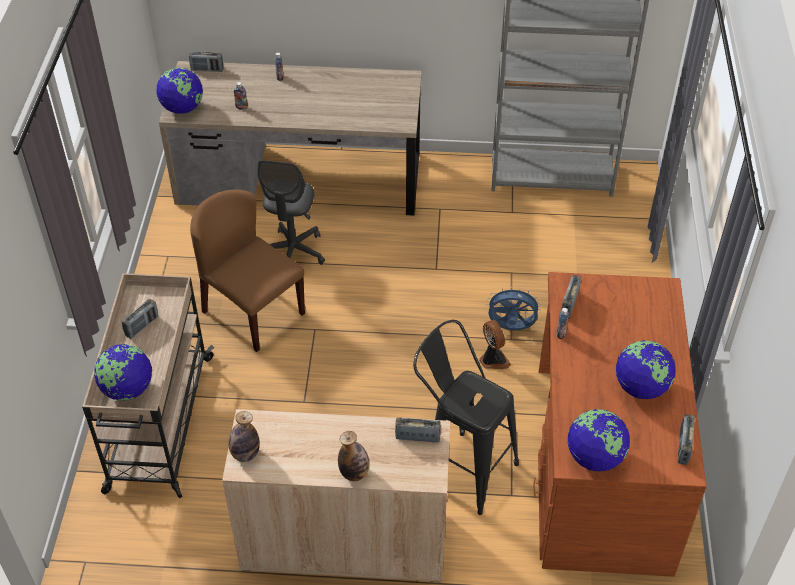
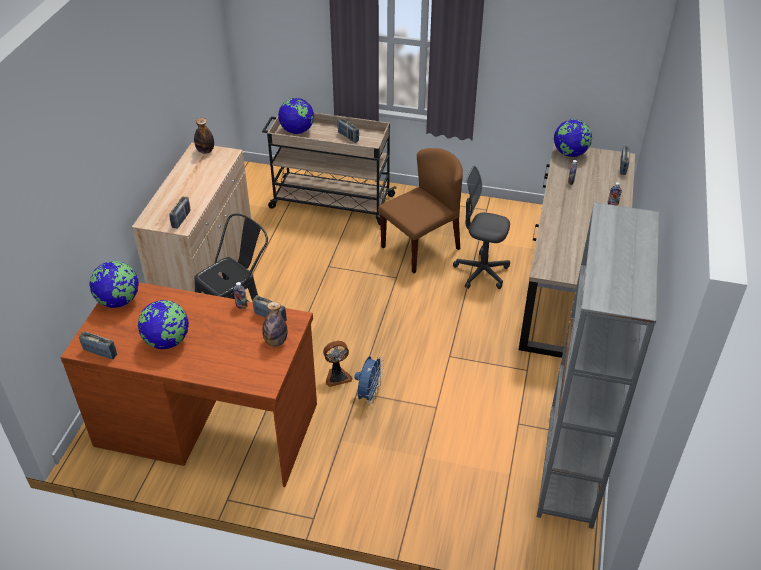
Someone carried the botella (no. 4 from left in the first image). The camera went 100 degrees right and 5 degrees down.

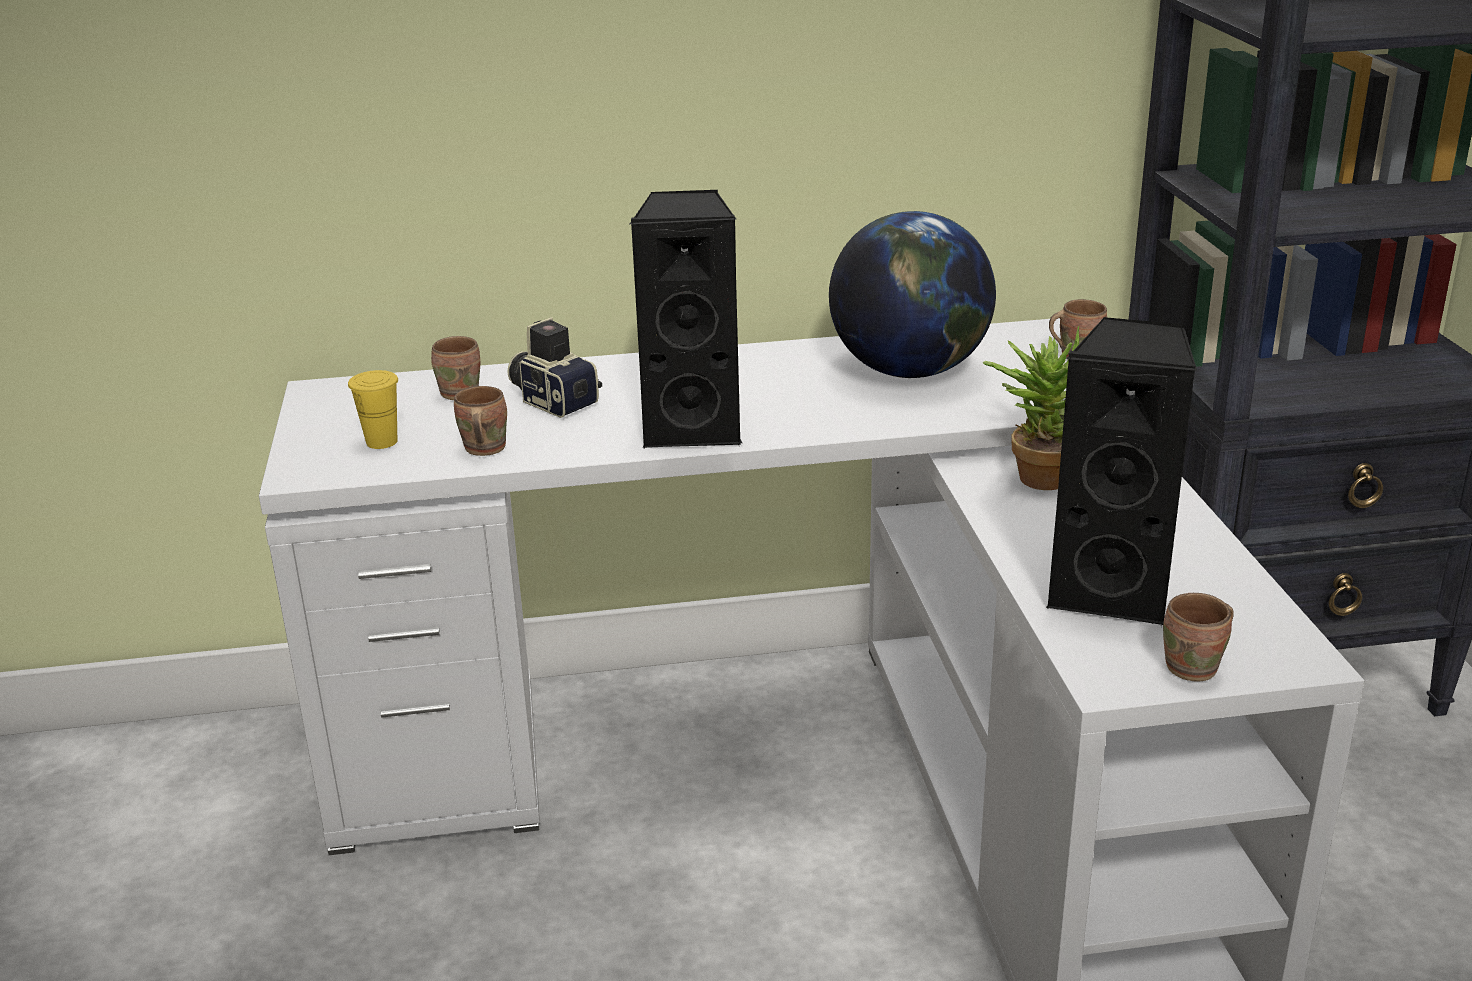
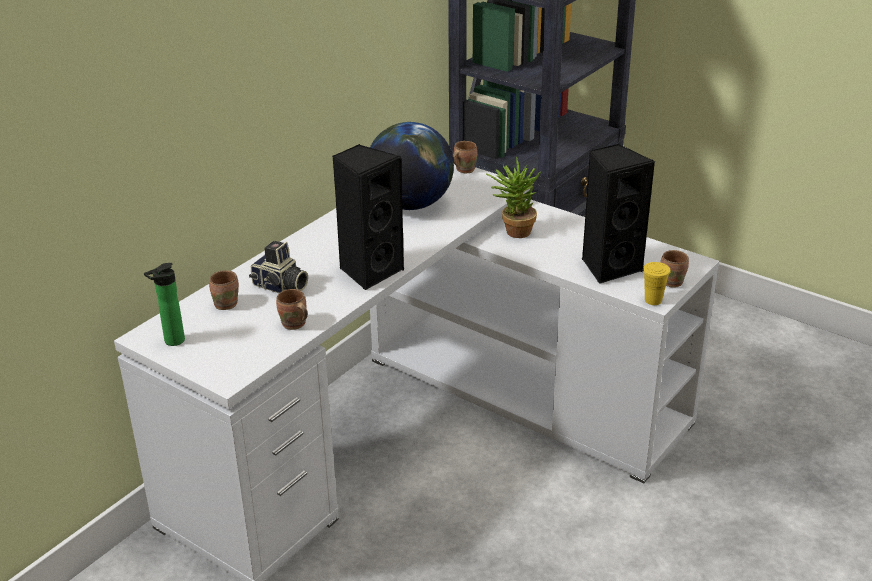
Someone put down the botella. Someone rotated the cámara by 150 degrees counterclockwise. Someone carried the taza [amarillo]. The camera went 45 degrees left and 5 degrees up.

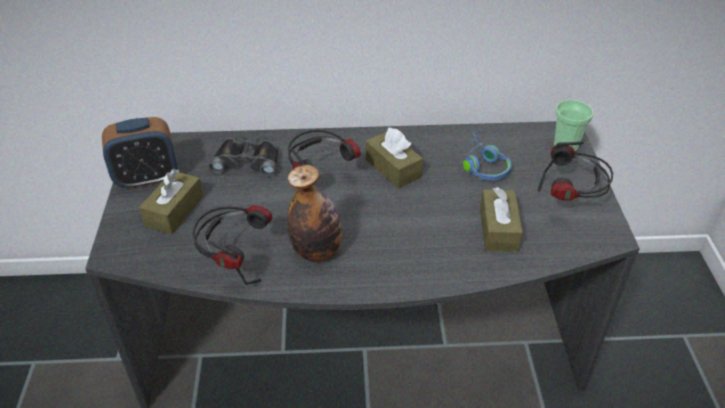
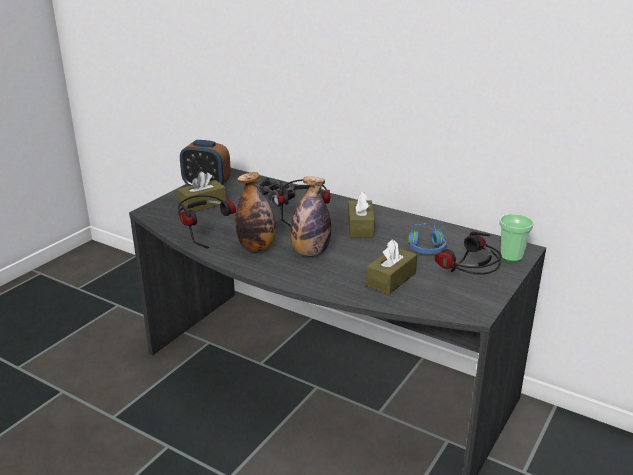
Someone put down the botella (no. 2 from left). The camera went 35 degrees right and 15 degrees down.

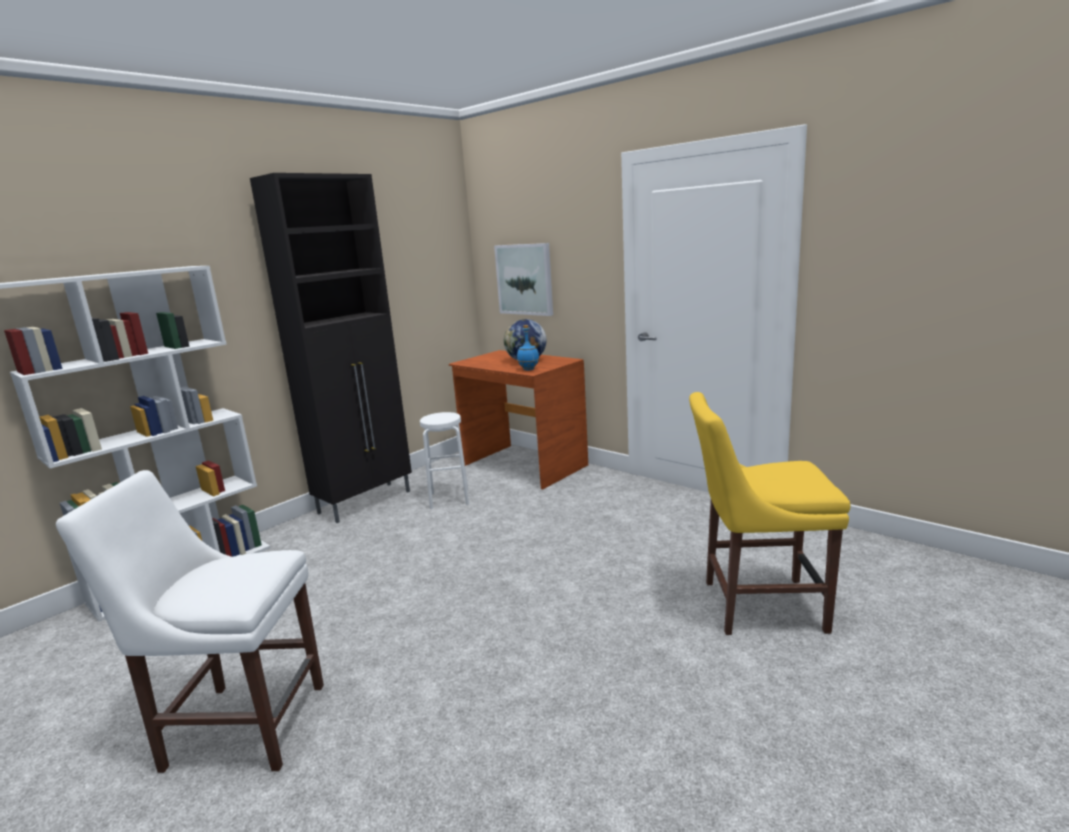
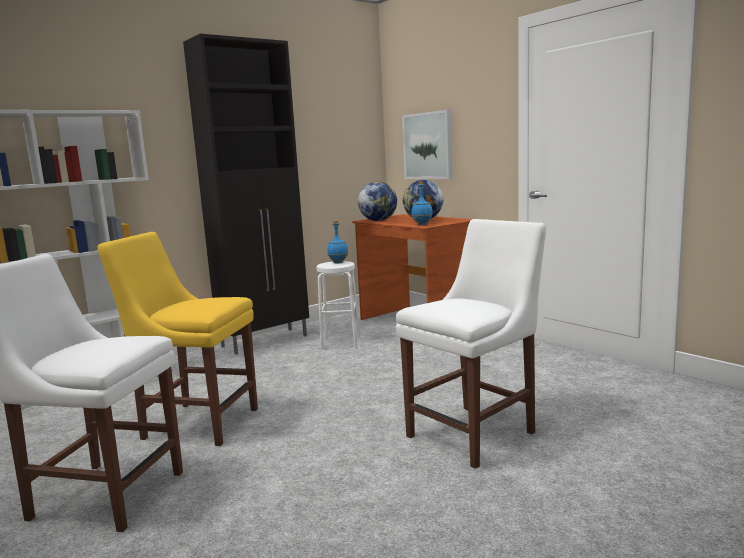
Someone carried the silla [amarillo]. Someone put down the botella [azul] (no. 1 from left). Someone put down the globo terráqueo (no. 1 from left). Someone put down the silla [blanco] (no. 2 from left). The camera went 10 degrees right and 5 degrees down.

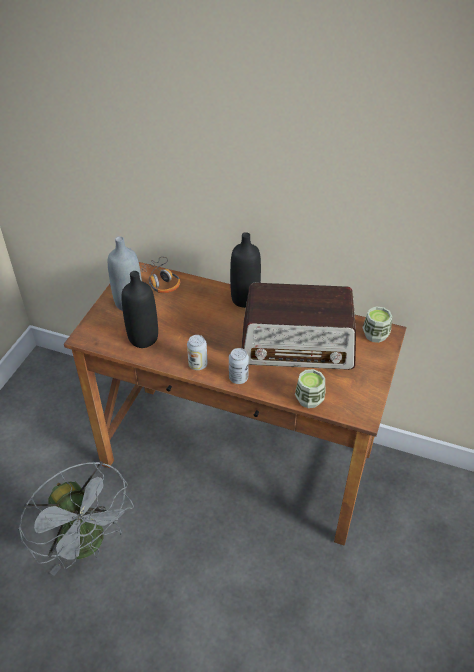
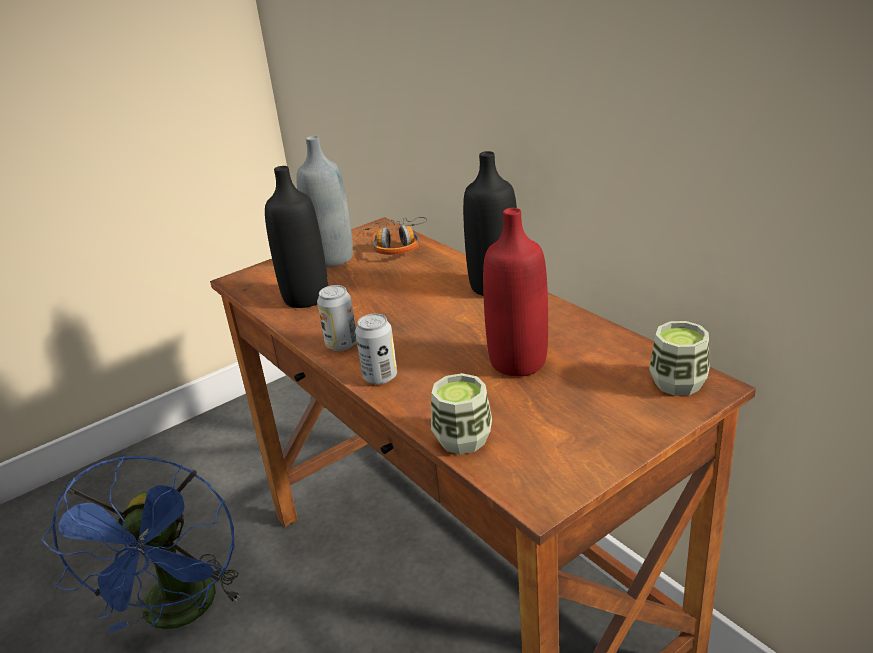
Someone repainted the ventilador [gris], which became the ventilador [azul]. Someone swapped the radio for the botella [rojo]. The camera went 35 degrees right and 15 degrees down.

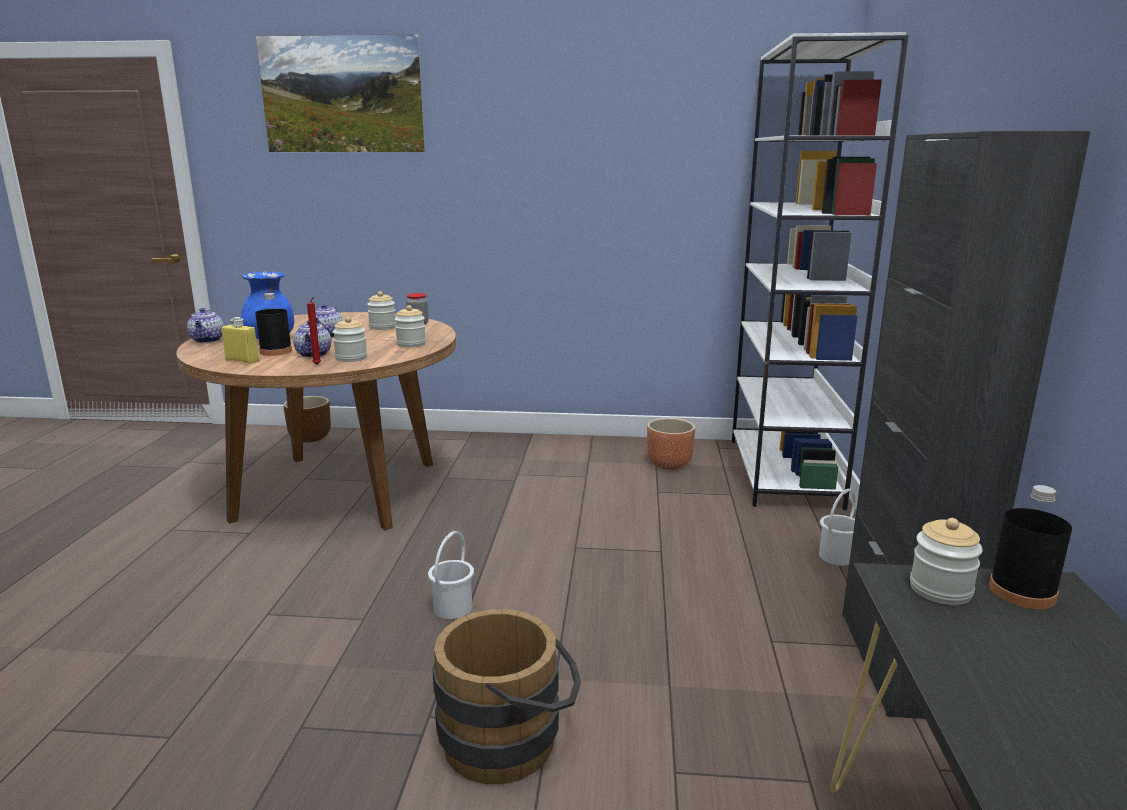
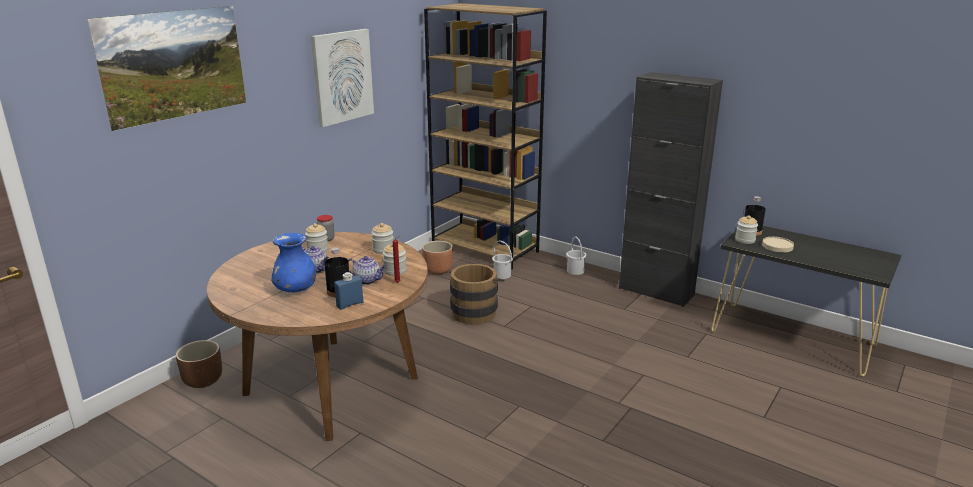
Someone put up the cuadro (no. 2 from left). Someone repainted the botella [amarillo], which became the botella [azul]. Someone repainted the estantería [blanco], which became the estantería [marrón]. Someone carried the cubo [marrón]. Someone carried the cubo [blanco] (no. 1 from left). Someone put down the plato [beis]. Someone took away the tetera (no. 1 from left). The camera went 60 degrees left and 5 degrees up.

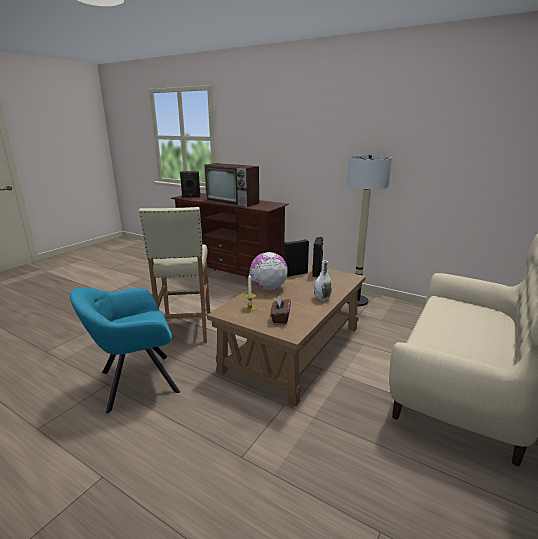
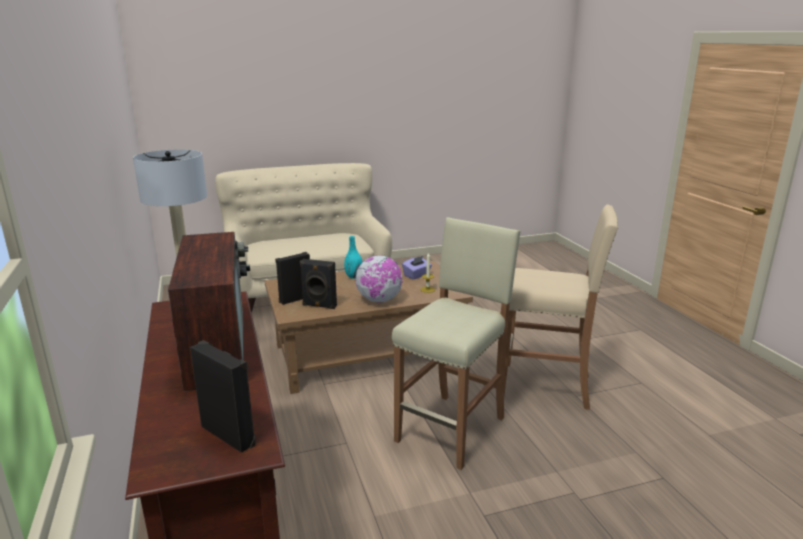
Someone repainted the florero [blanco], which became the florero [turquesa]. Someone repainted the caja de pañuelos [marrón], which became the caja de pañuelos [morado]. Someone swapped the sillón [turquesa] for the taburete [beis] (no. 2 from left). The camera went 140 degrees left and 0 degrees up.

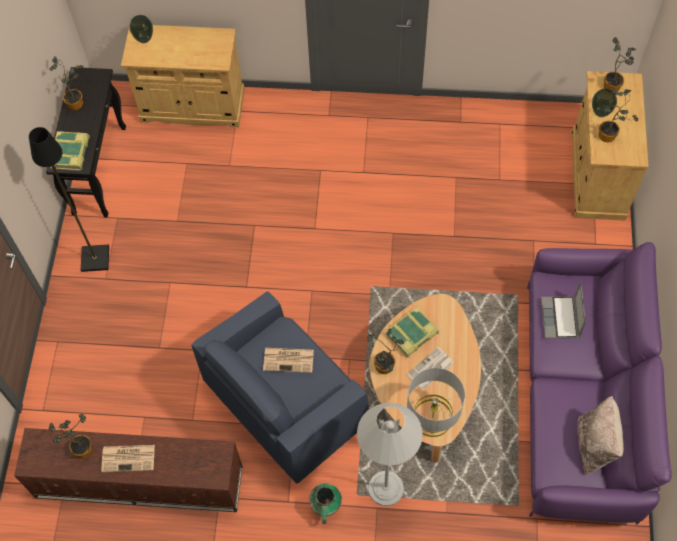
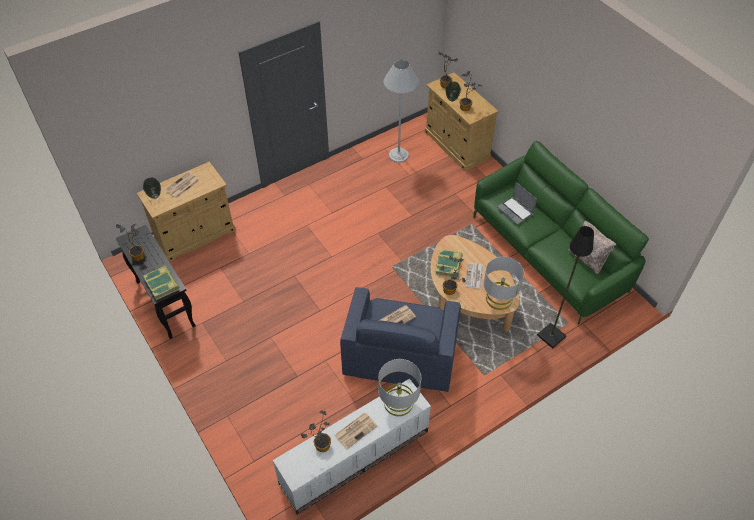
Someone put down the periódico (no. 1 from left). Someone repainted the mueble de televisión [marrón], which became the mueble de televisión [blanco]. Someone put down the lámpara de mesa [gris] (no. 1 from left). Someone carried the lámpara de pie [blanco]. Someone repainted the sofá [morado], which became the sofá [verde]. Someone carried the lámpara de pie [negro]. Someone took away the florero (no. 2 from left). The camera went 40 degrees left and 10 degrees down.

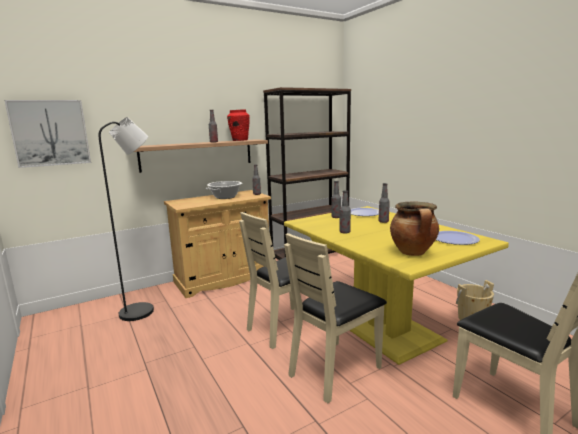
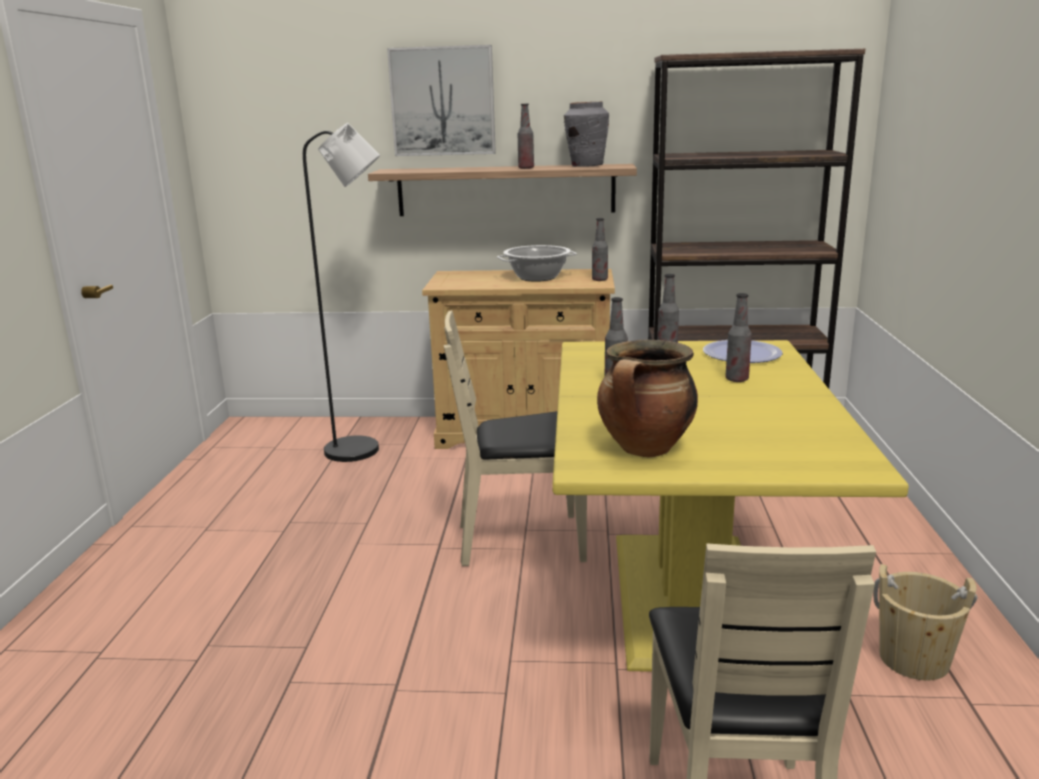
Someone carried the cuadro. Someone repainted the florero [rojo], which became the florero [gris]. Someone took away the silla [beis] (no. 2 from left). Someone took away the plato (no. 2 from left). The camera went 35 degrees right and 5 degrees up.

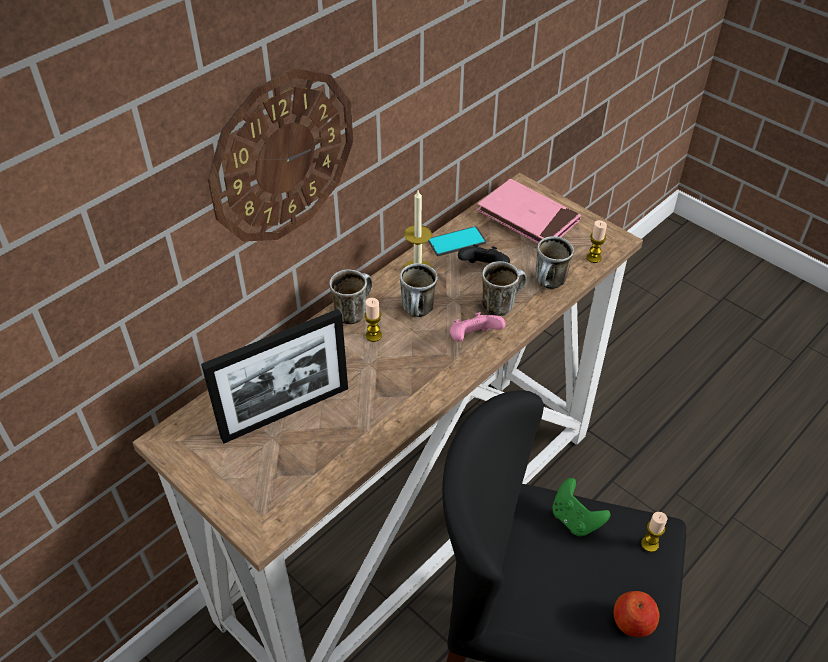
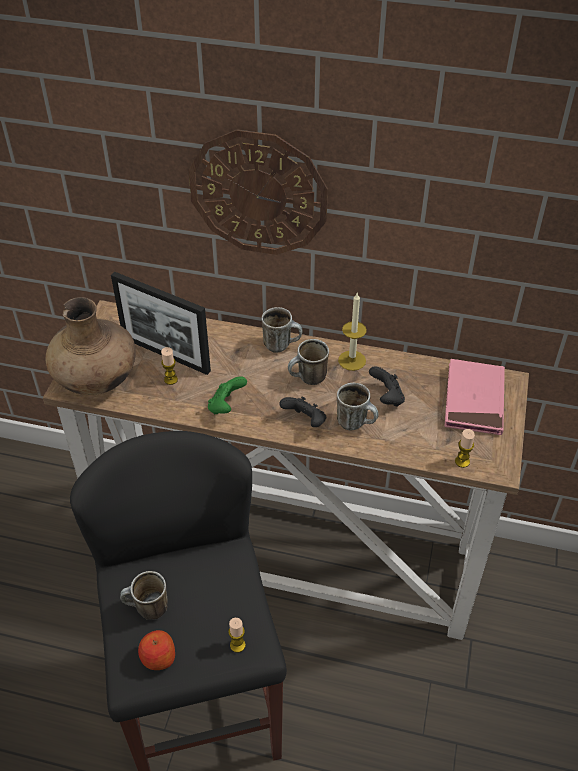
Someone put down the florero [marrón]. Someone carried the taza grande (no. 4 from left in the first image). Someone carried the vela (no. 1 from left). Someone carried the mando de consola [verde]. Someone repainted the mando de consola [rosa], which became the mando de consola [negro] (no. 1 from left). Someone took away the móvil. The camera went 60 degrees right and 0 degrees up.

